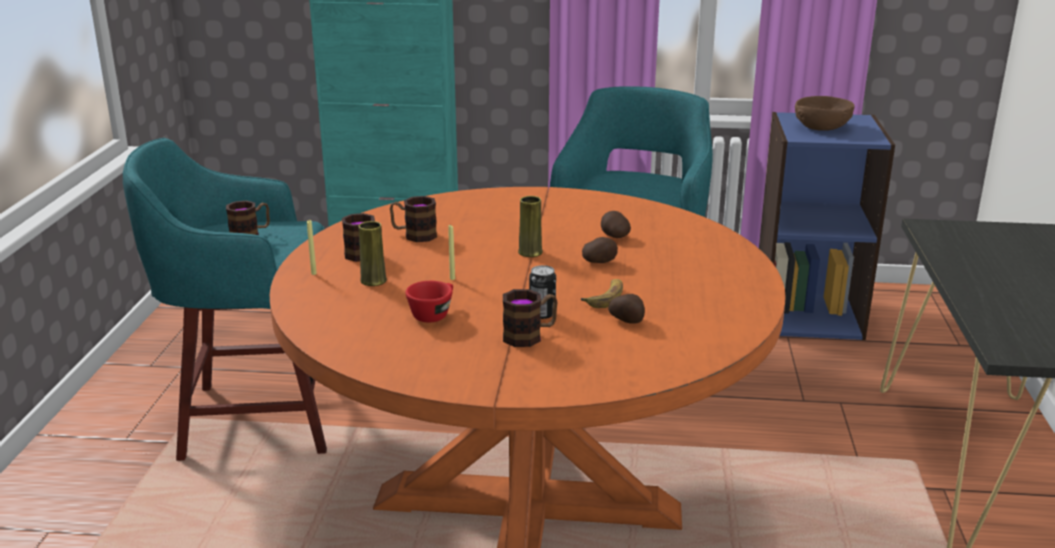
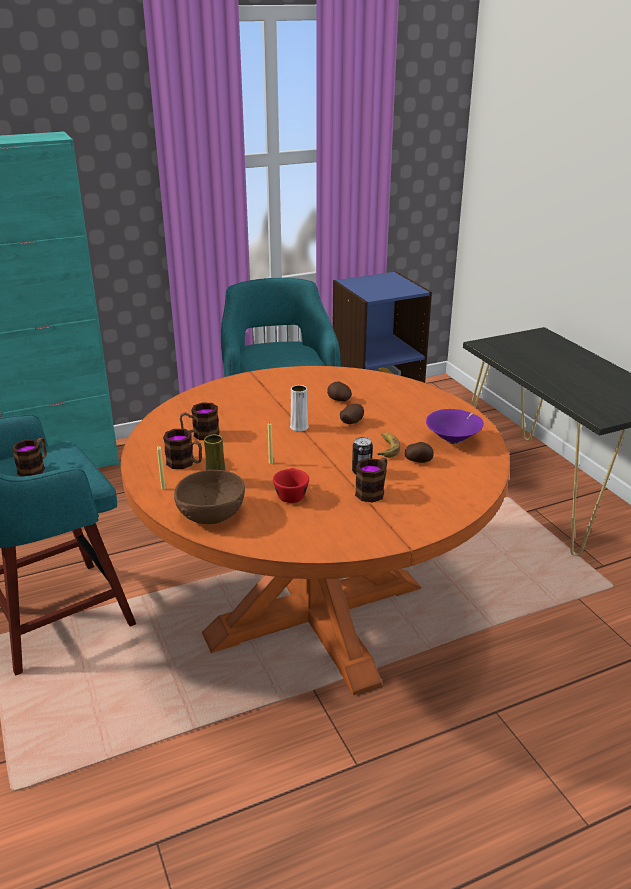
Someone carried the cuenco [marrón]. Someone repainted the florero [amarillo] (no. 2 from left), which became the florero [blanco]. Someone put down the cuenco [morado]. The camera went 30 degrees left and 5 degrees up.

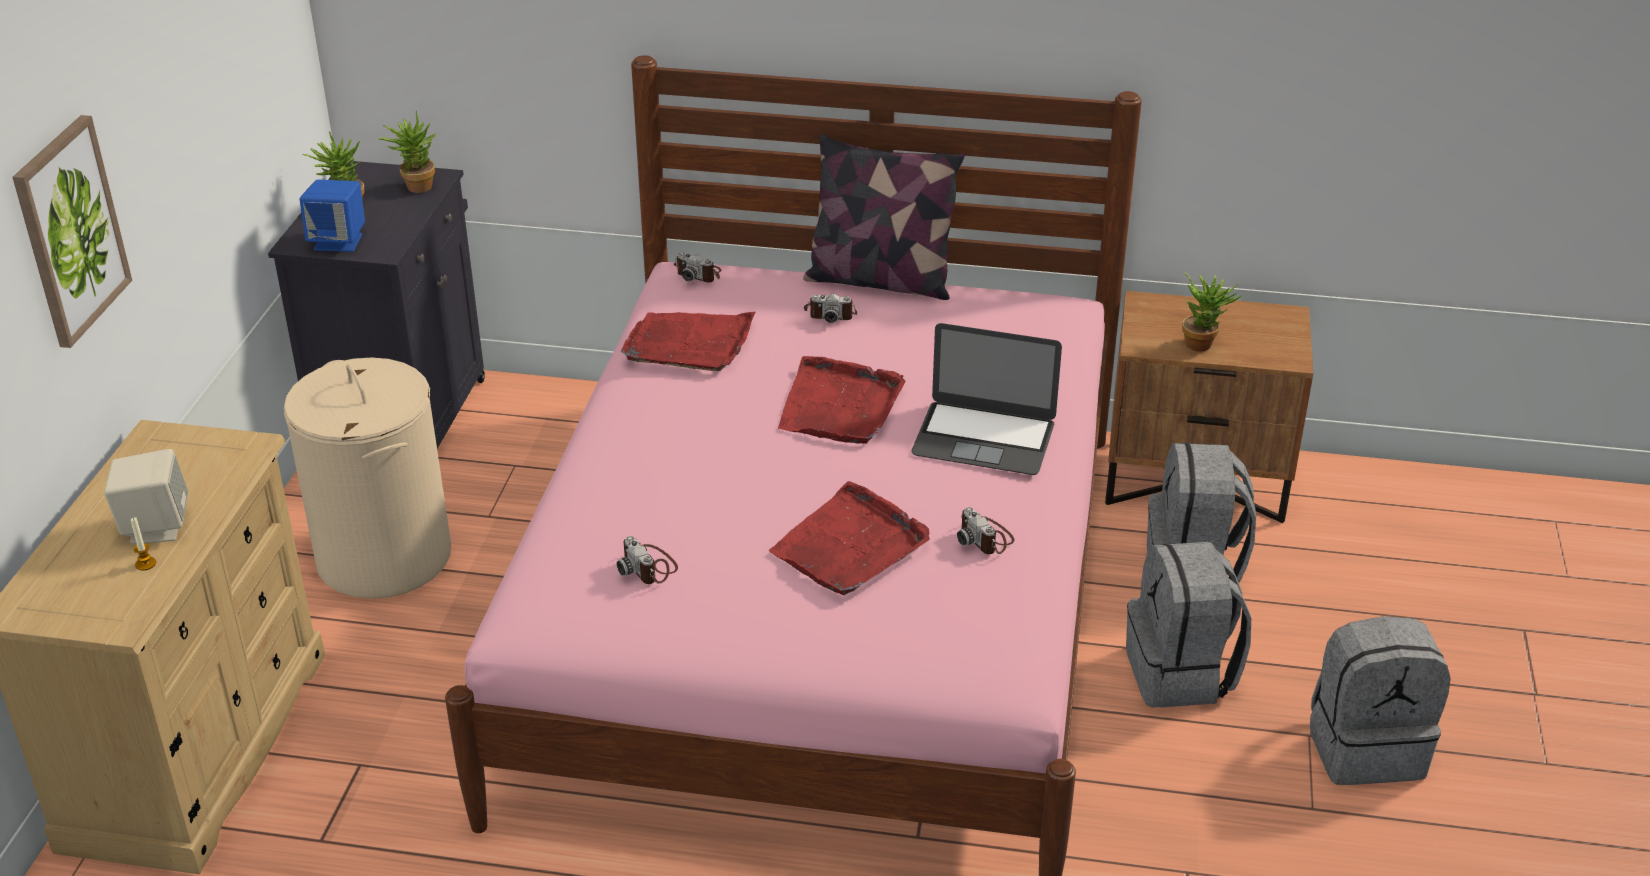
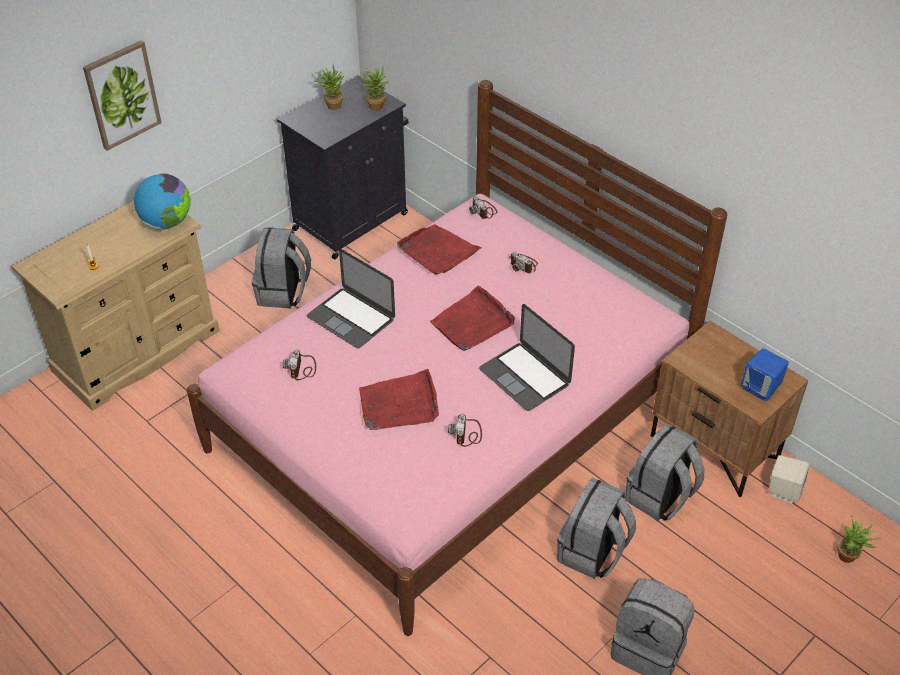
Someone put down the globo terráqueo. Someone swapped the cesto de la ropa [beis] for the mochila [gris] (no. 1 from left). Someone put down the portátil (no. 1 from left). Someone carried the altavoz [azul]. Someone carried the altavoz [beis]. Someone carried the planta en maceta (no. 3 from left). Someone took away the cojín. The camera went 35 degrees right and 10 degrees up.

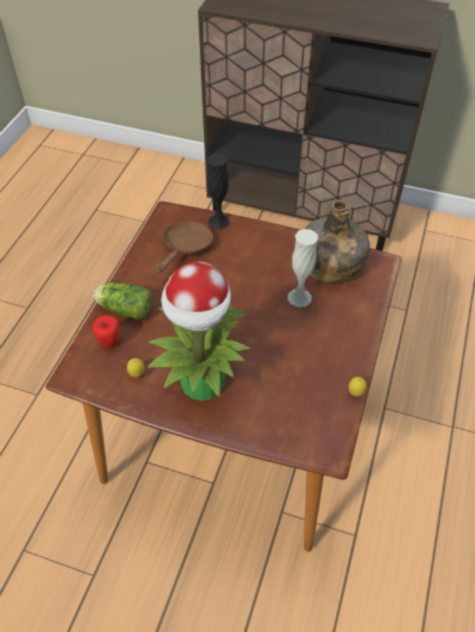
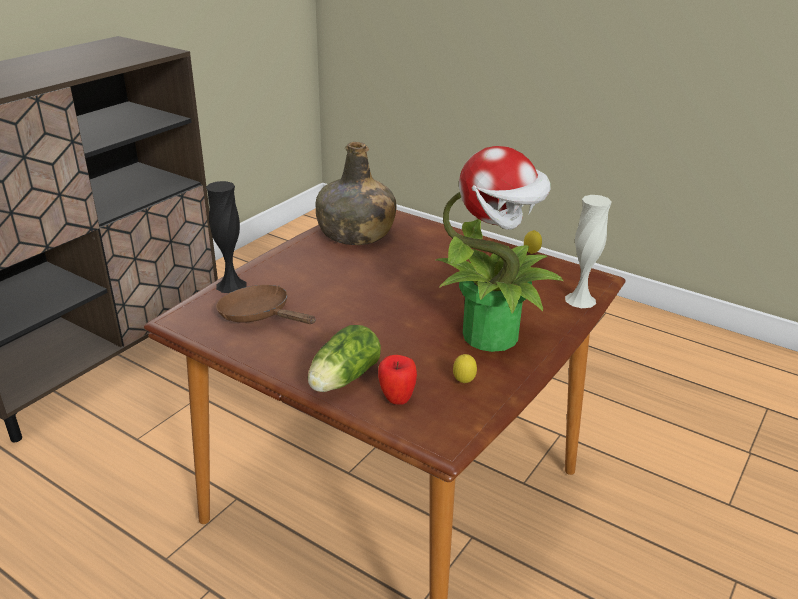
Someone carried the florero [blanco]. The camera went 75 degrees left and 20 degrees down.

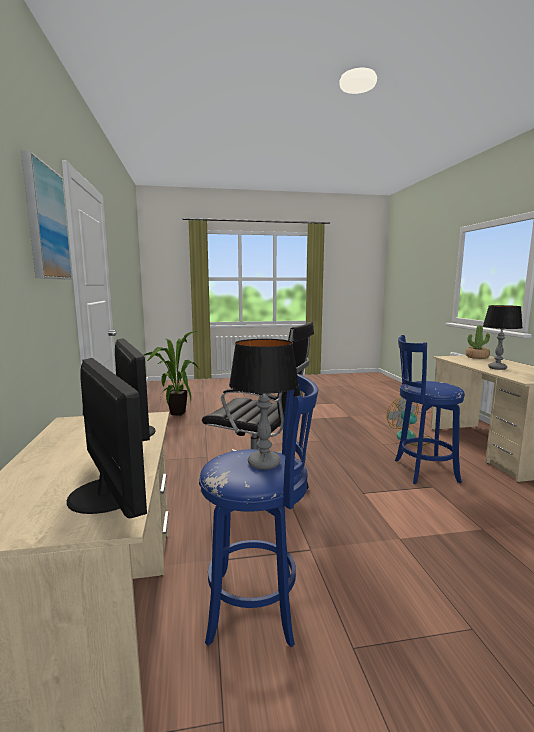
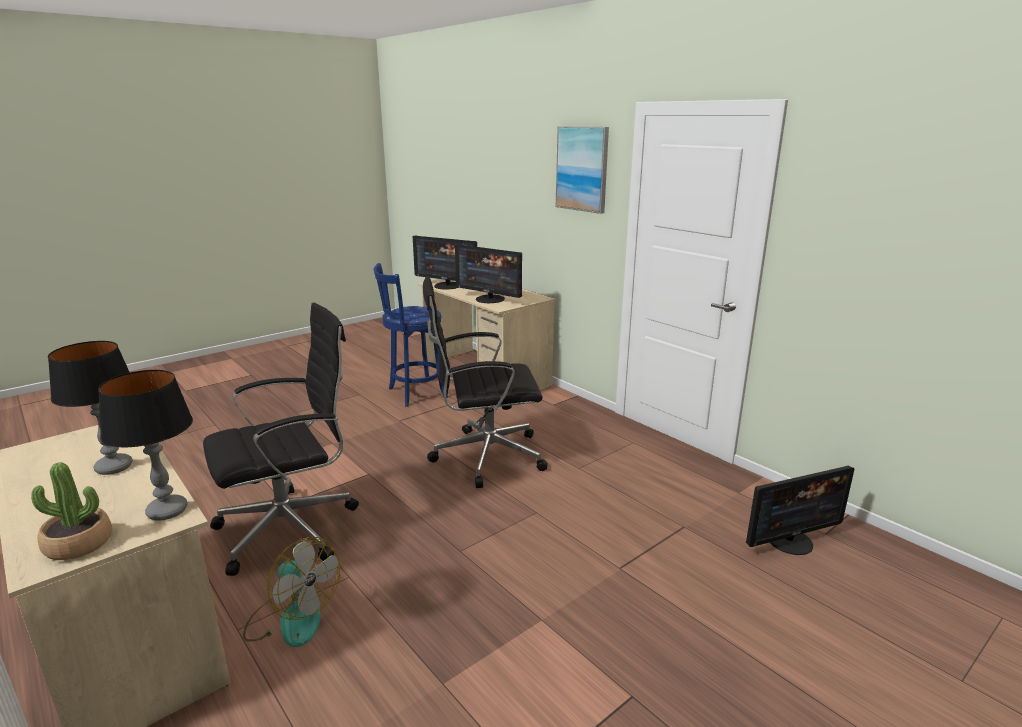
Someone carried the lámpara de mesa (no. 1 from left in the first image). Someone swapped the taburete [azul] (no. 2 from left) for the silla de oficina [negro] (no. 1 from left). Someone swapped the planta en maceta (no. 1 from left) for the monitor (no. 3 from left). The camera went 150 degrees right and 10 degrees up.

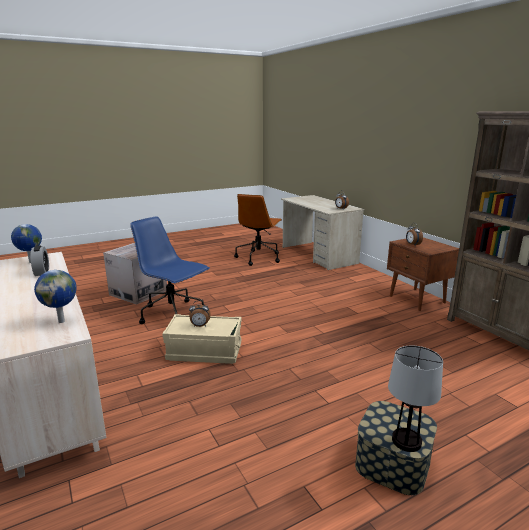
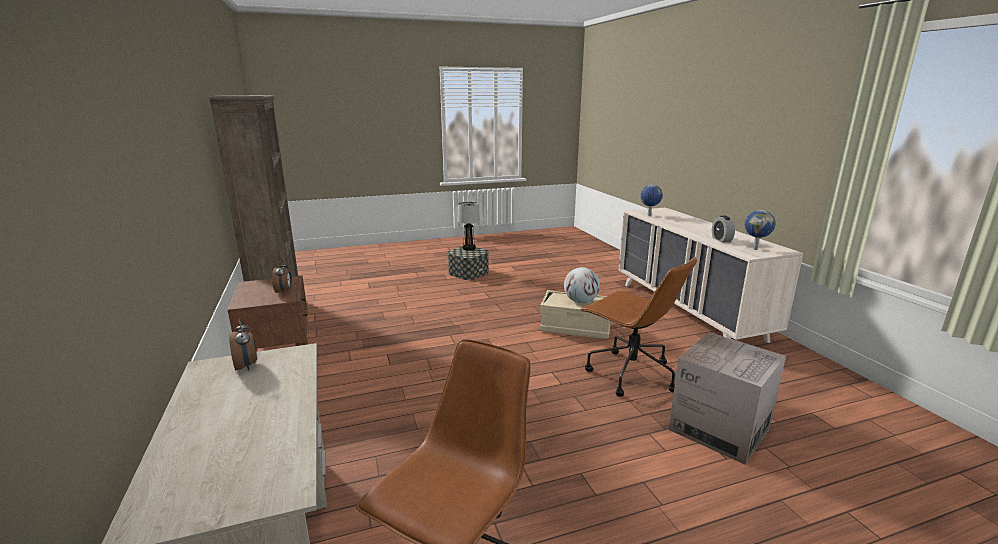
Someone swapped the despertador (no. 2 from left) for the globo terráqueo (no. 1 from left). Someone repainted the silla de oficina [azul], which became the silla de oficina [marrón] (no. 2 from left). The camera went 170 degrees left and 0 degrees up.

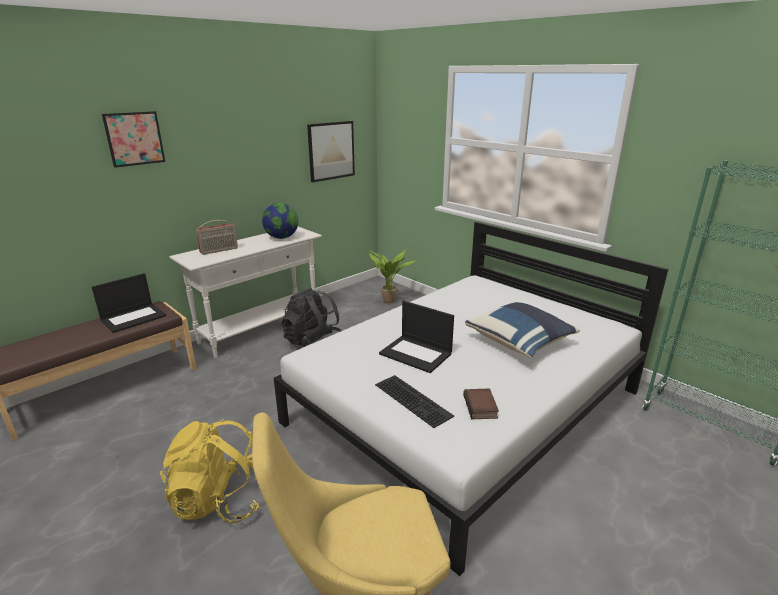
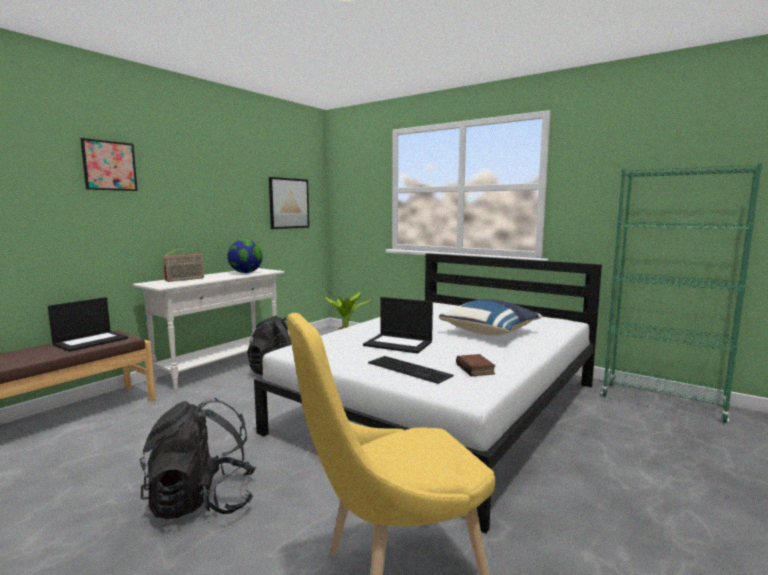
Someone repainted the mochila [amarillo], which became the mochila [negro] (no. 1 from left). The camera went 10 degrees left and 15 degrees down.

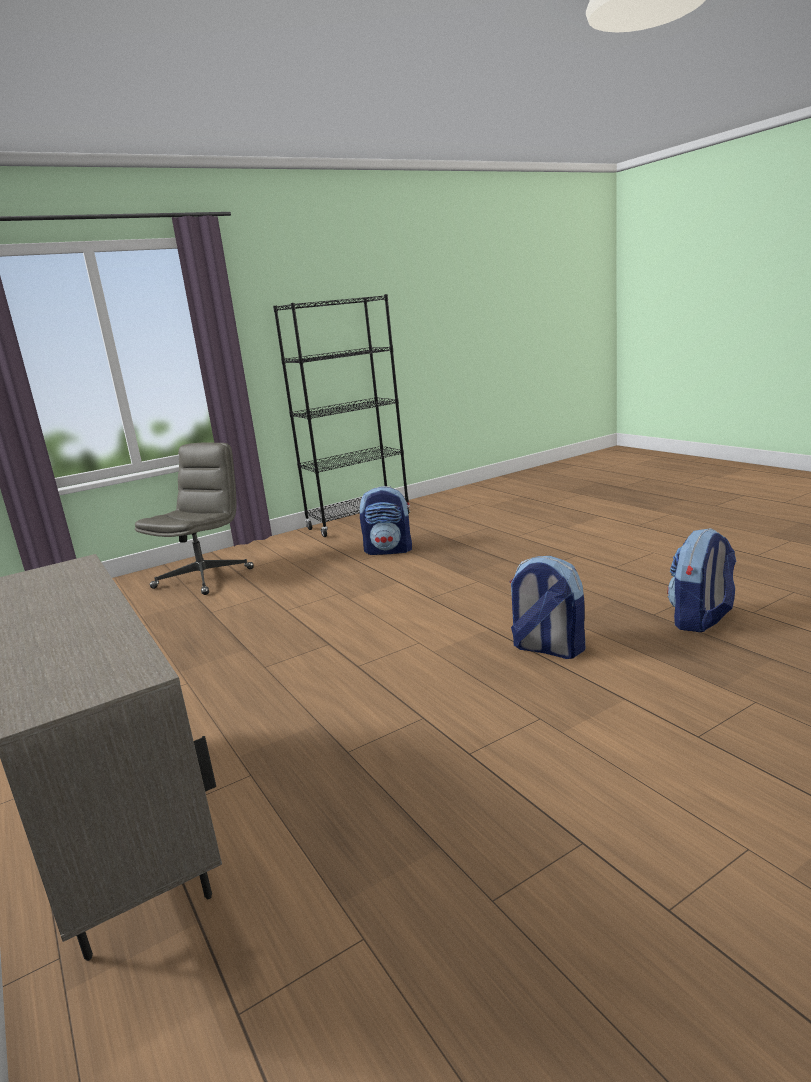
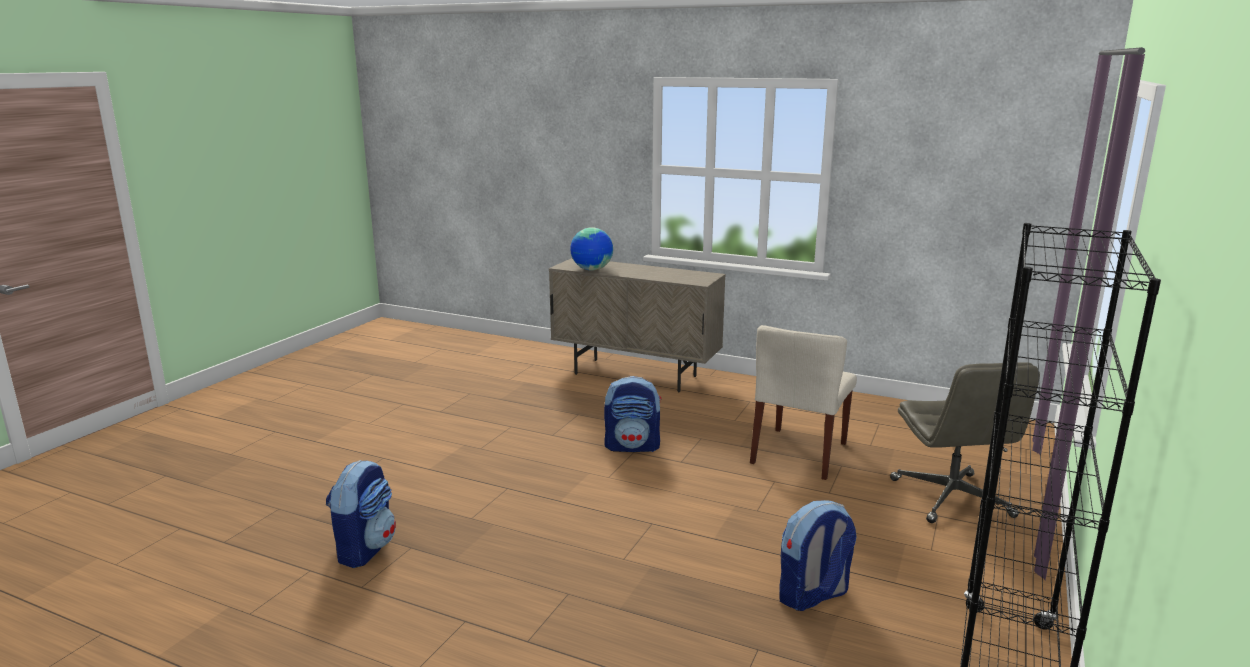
Someone put down the globo terráqueo. Someone carried the mochila (no. 2 from left). Someone put down the silla [beis]. The camera went 145 degrees right and 0 degrees up.

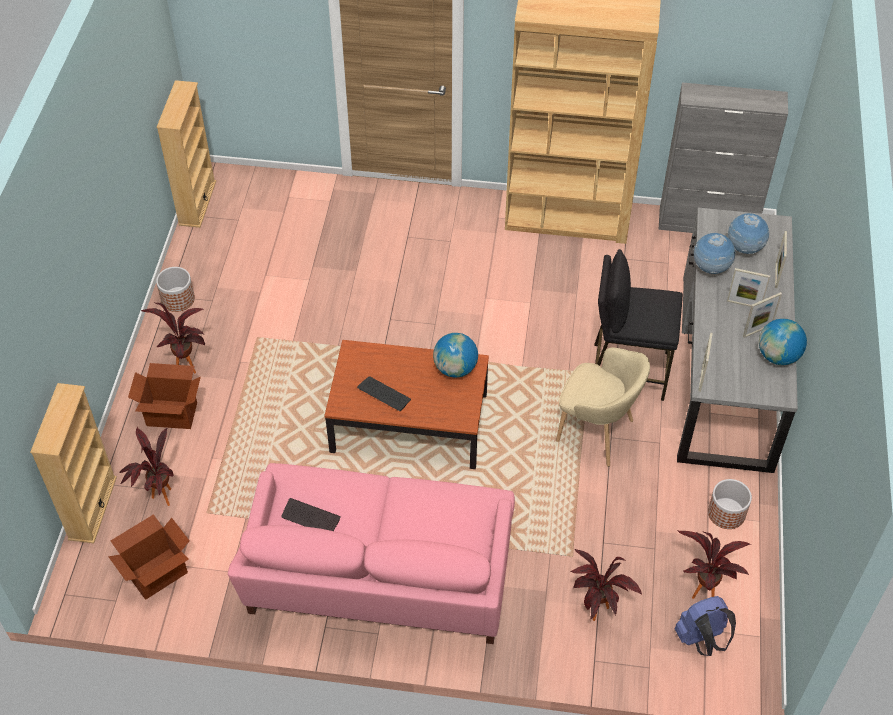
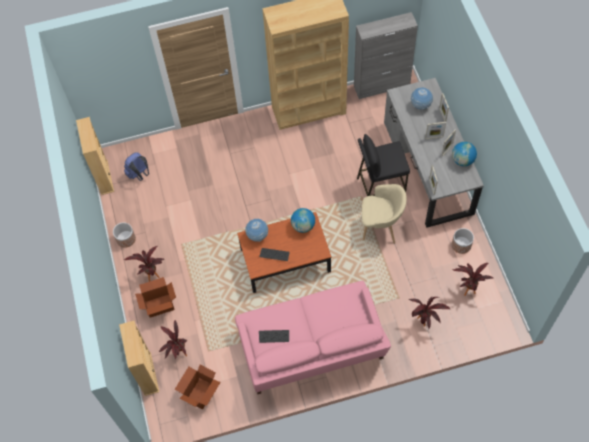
Someone carried the mochila [azul]. Someone carried the globo terráqueo (no. 2 from left in the first image). The camera went 20 degrees left and 10 degrees up.

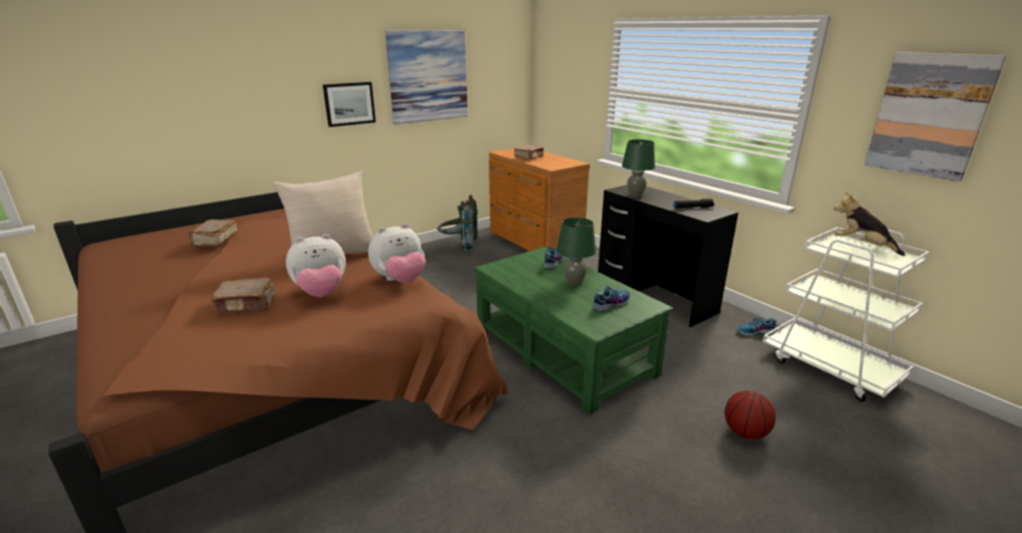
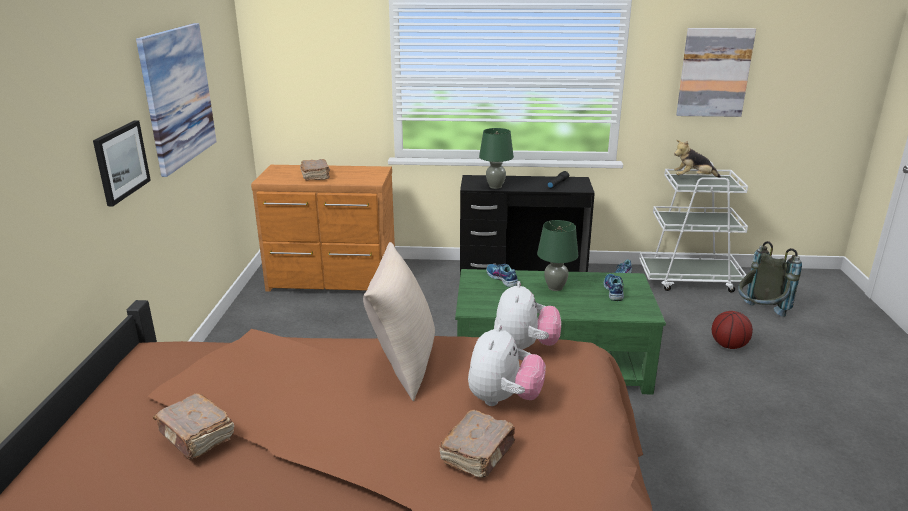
Someone carried the mochila [gris]. The camera went 50 degrees left and 0 degrees up.

